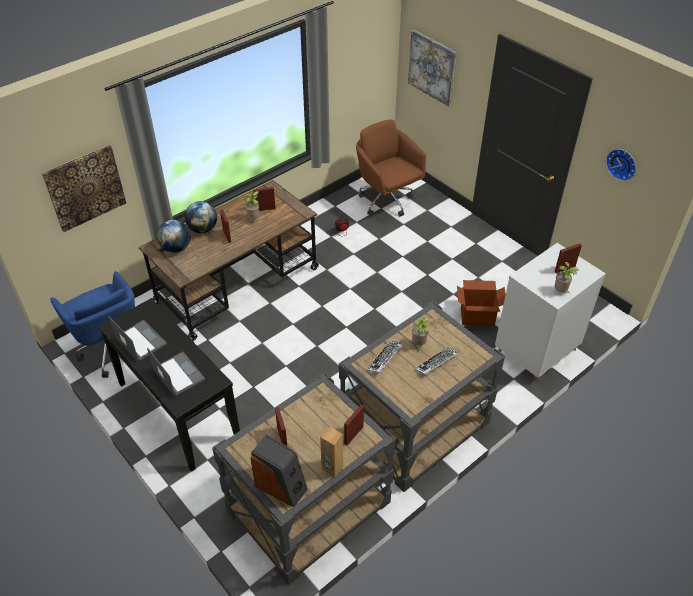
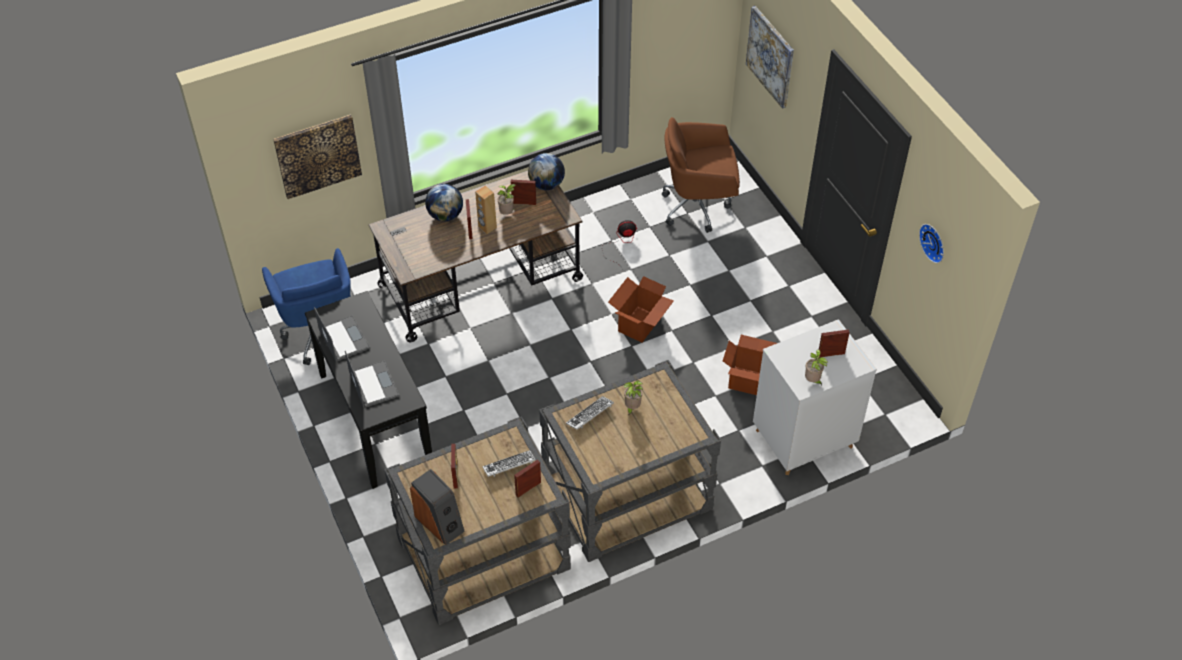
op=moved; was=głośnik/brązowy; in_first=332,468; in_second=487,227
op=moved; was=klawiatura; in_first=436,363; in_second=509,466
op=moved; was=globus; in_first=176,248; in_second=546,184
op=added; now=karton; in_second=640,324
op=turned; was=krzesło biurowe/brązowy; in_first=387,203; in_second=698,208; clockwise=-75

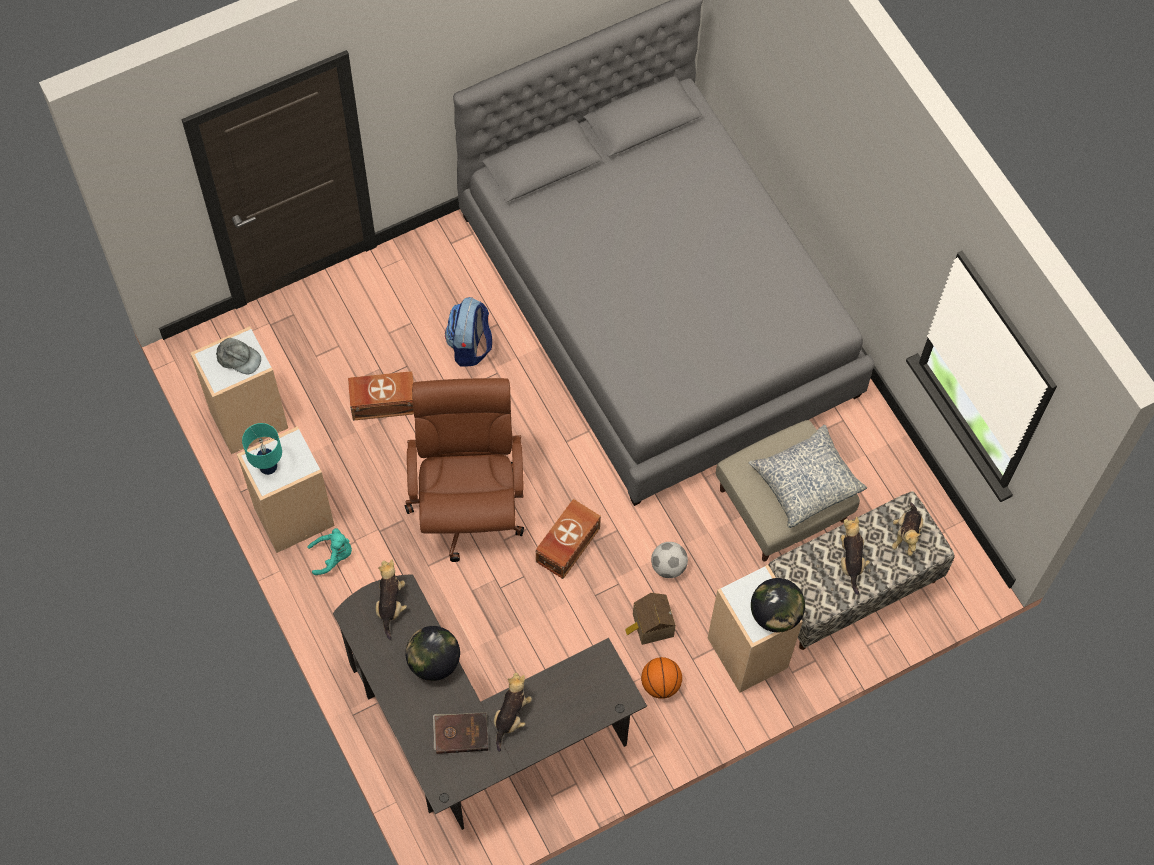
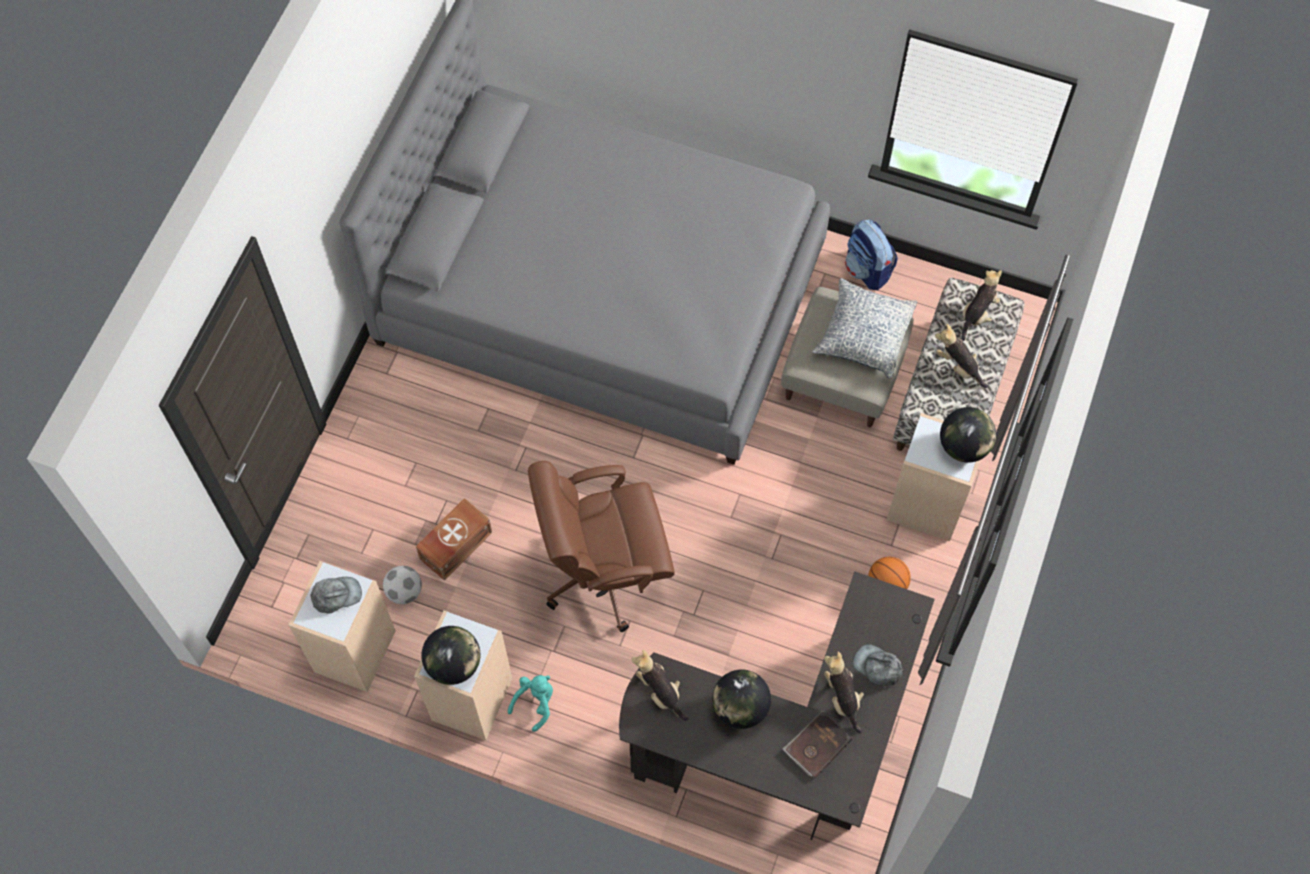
op=moved; was=piłka futbolowa; in_first=668,566; in_second=404,591
op=replaced; was=lampa stołowa/turkusowy; now=globus; in_first=269,468; in_second=454,664
op=turned; was=krzesło biurowe/brązowy; in_first=468,505; in_second=605,571; clockwise=-60
op=moved; was=plecak; in_first=470,346; in_second=867,270
op=added; now=czapka z daszkiem/szary; in_second=877,666
op=turned; was=pluszak; in_first=906,535; in_second=977,314; clockwise=-120
op=removed; was=pojemnik do przechowywania/brązowy; in_first=566,545
op=removed; was=domek; in_first=651,626

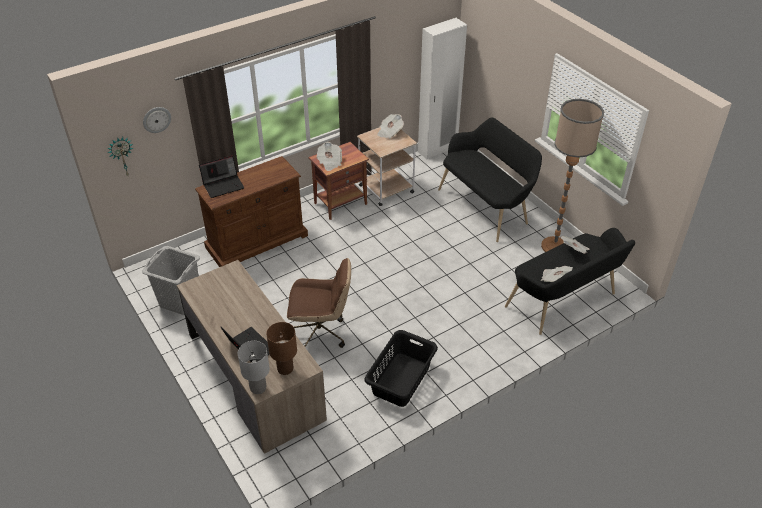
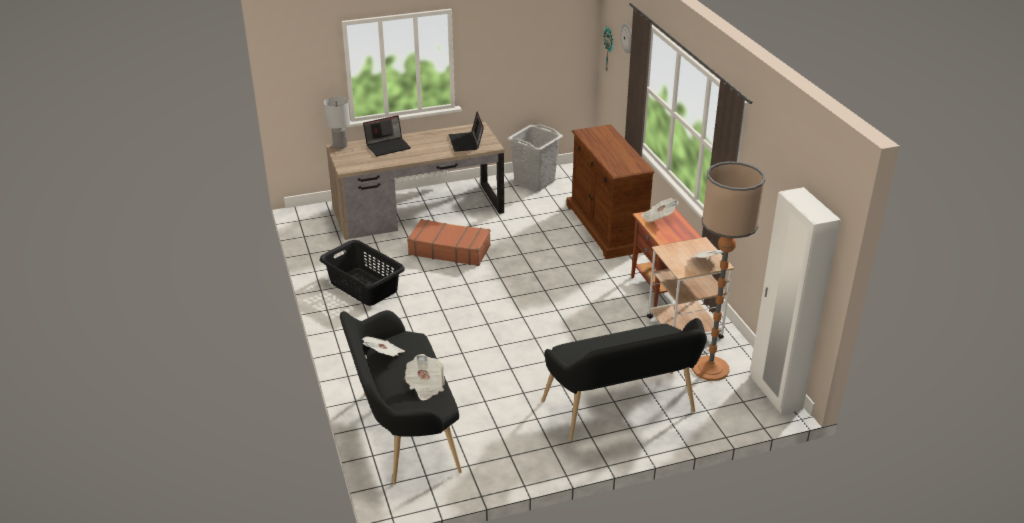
op=replaced; was=krzesło biurowe/brązowy; now=walizka/brązowy; in_first=321,334; in_second=449,250
op=moved; was=laptop; in_first=223,185; in_second=466,142
op=moved; was=lampa stojąca; in_first=555,246; in_second=710,368
op=removed; was=lampa stołowa/brązowy; in_first=285,370

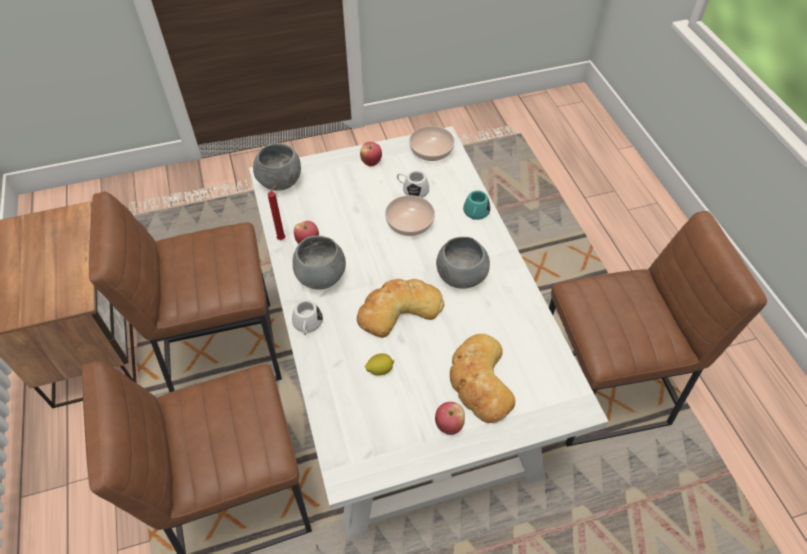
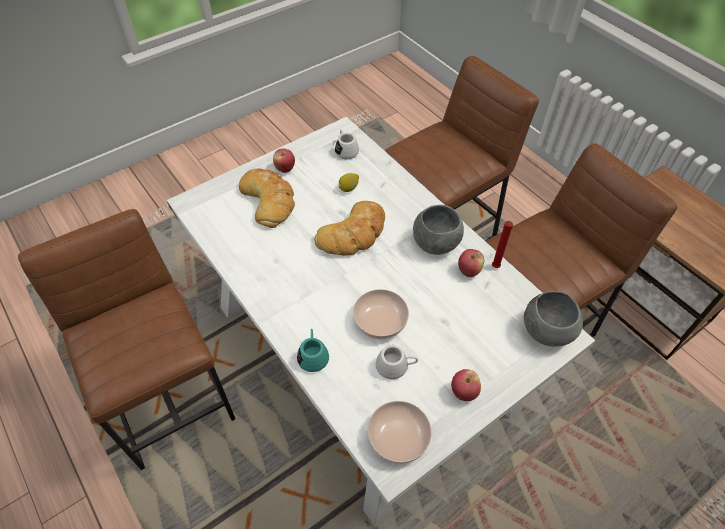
op=turned; was=krzesło/brązowy; in_first=602,391; in_second=169,398; clockwise=90
op=moved; was=kubek/biały; in_first=307,325; in_second=345,150
op=removed; was=miska/szary; in_first=460,276

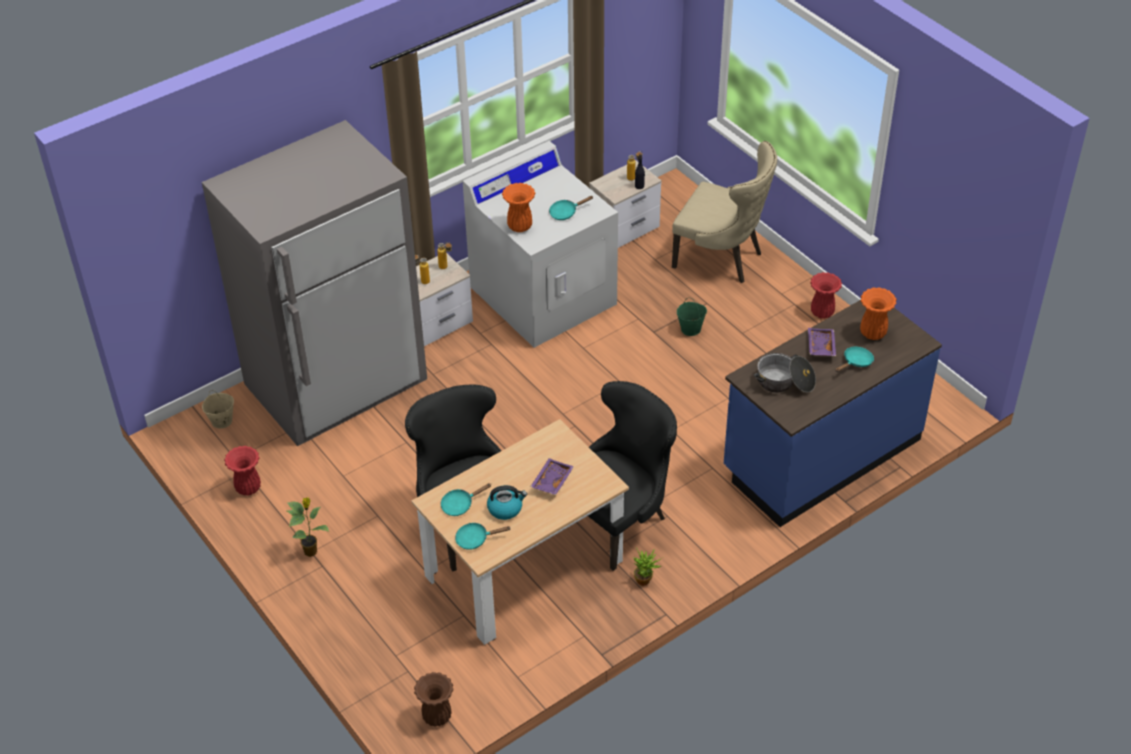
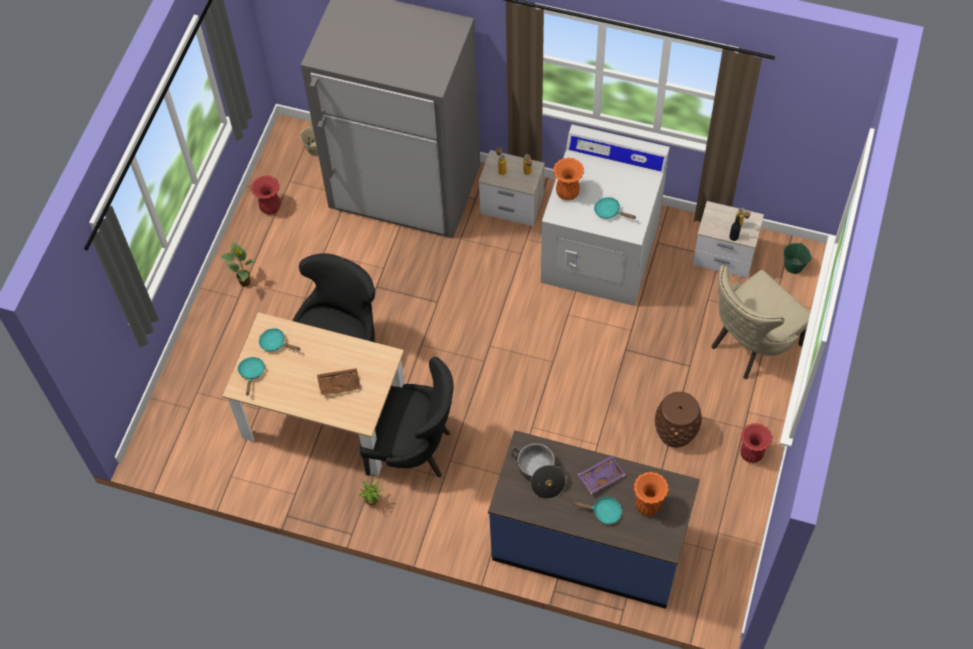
op=turned; was=patelnia/turkusowy; in_first=475,539; in_second=251,373; clockwise=45
op=recoloured; was=taca/fioletowy; now=taca/brązowy; in_first=551,481; in_second=339,383
op=added; now=stołek/brązowy; in_second=675,432
op=turned; was=krzesło/beżowy; in_first=722,258; in_second=751,344; clockwise=60
op=moved; was=wiadro/zielony; in_first=691,329; in_second=794,266
op=removed; was=wazon/brązowy; in_first=436,717
op=removed; was=czajnik; in_first=505,508

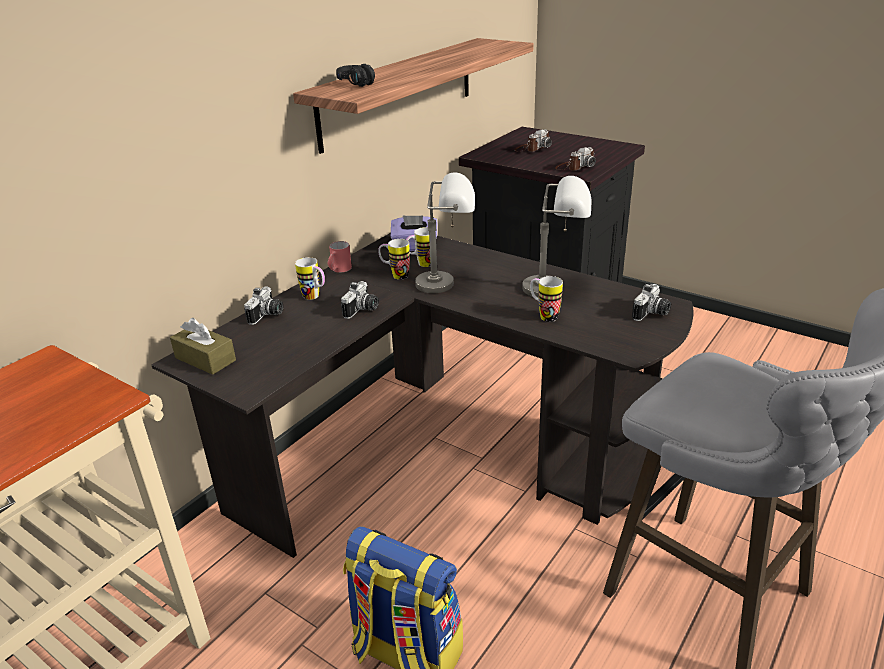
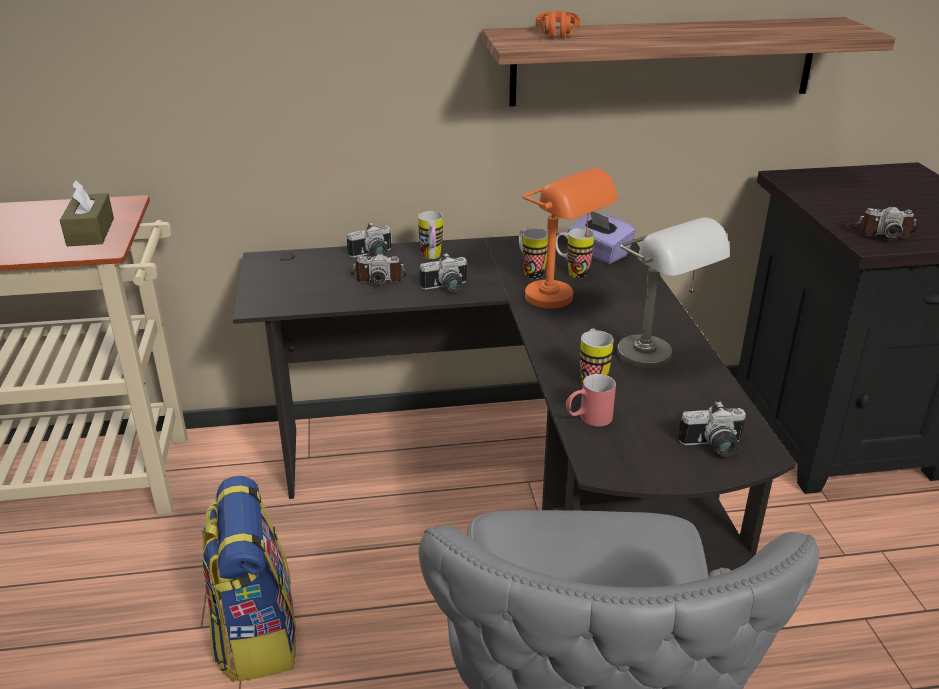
op=moved; was=pudełko chusteczek/brązowy; in_first=205,359; in_second=91,232
op=moved; was=aparat fotograficzny; in_first=532,148; in_second=378,277
op=recoloured; was=lampa stołowa/szary; now=lampa stołowa/pomarańczowy; in_first=448,283; in_second=562,302
op=recoloured; was=słuchawki/czarny; now=słuchawki/pomarańczowy; in_first=360,84; in_second=557,35
op=moved; was=kubek/czerwony; in_first=339,270; in_second=588,419

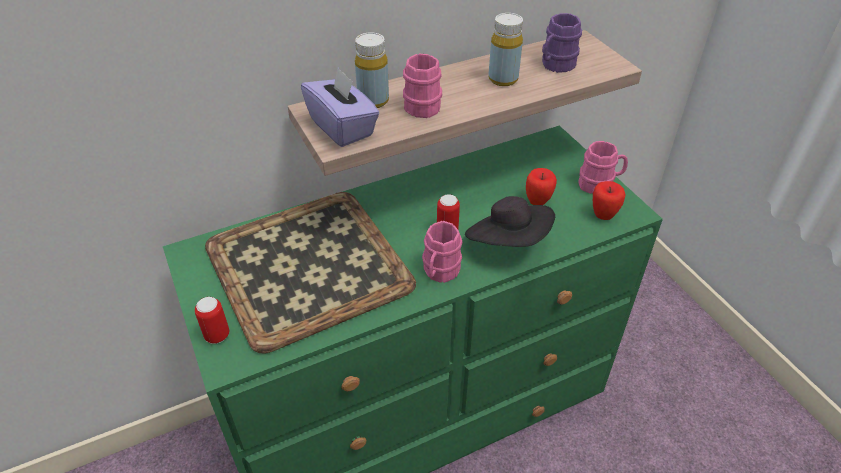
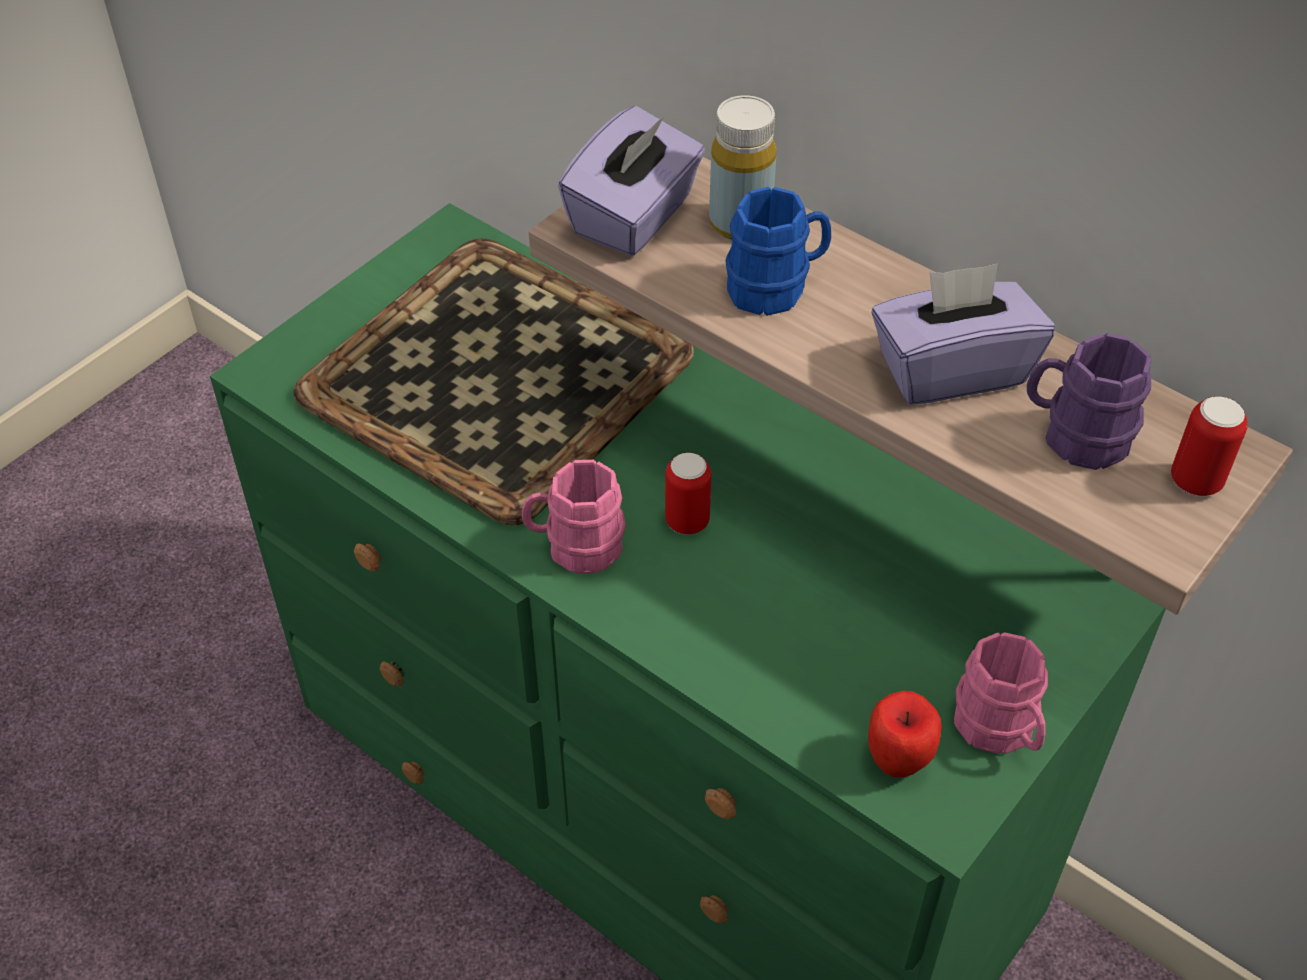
op=recoloured; was=kubek/różowy; now=kubek/niebieski; in_first=423,104; in_second=776,287
op=replaced; was=butelka/żółty; now=pudełko chusteczek/fioletowy; in_first=503,79; in_second=951,369
op=moved; was=puszka; in_first=217,335; in_second=1195,481
op=removed; was=kapelusz/czarny; in_first=508,241
op=removed; was=jabłko; in_first=538,201

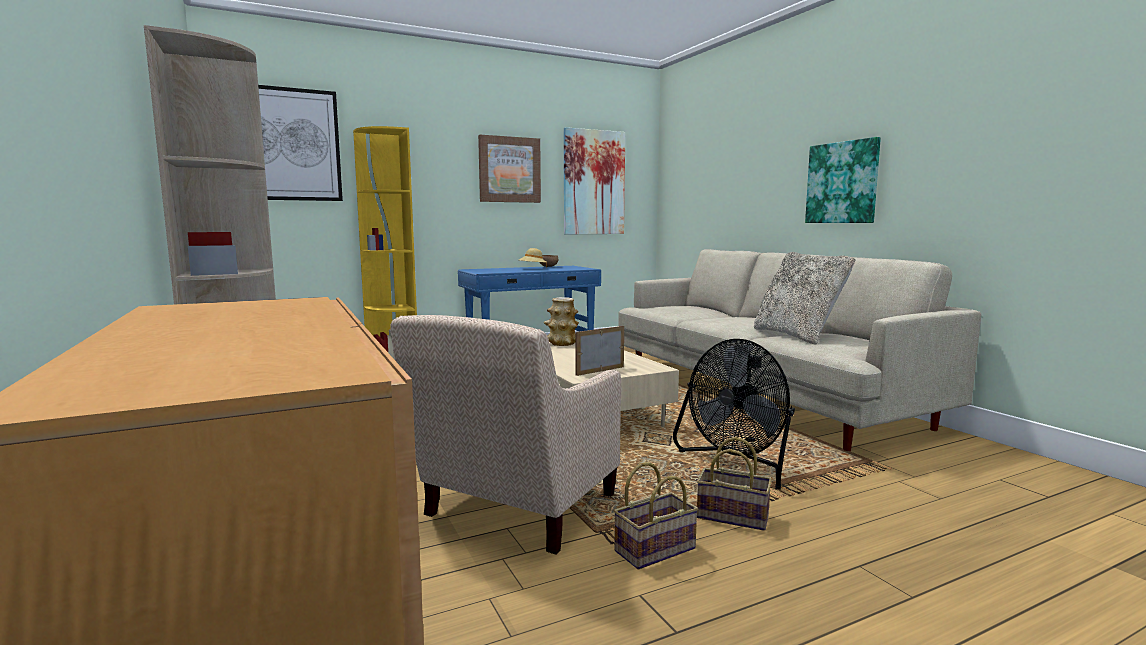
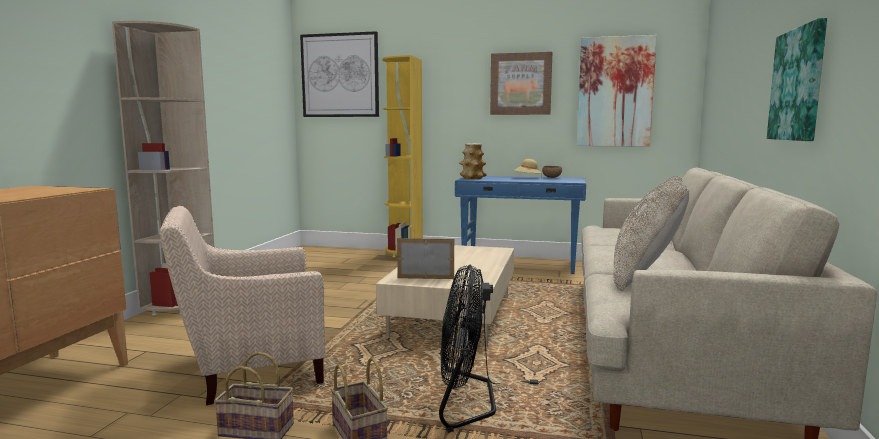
op=moved; was=wazon; in_first=562,343; in_second=472,178

